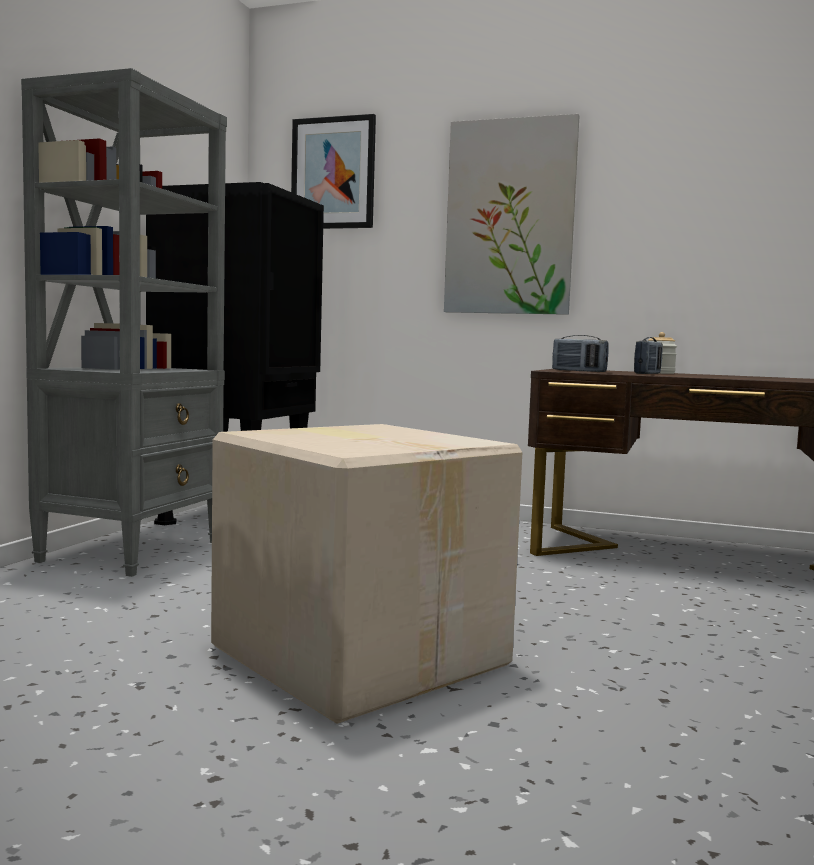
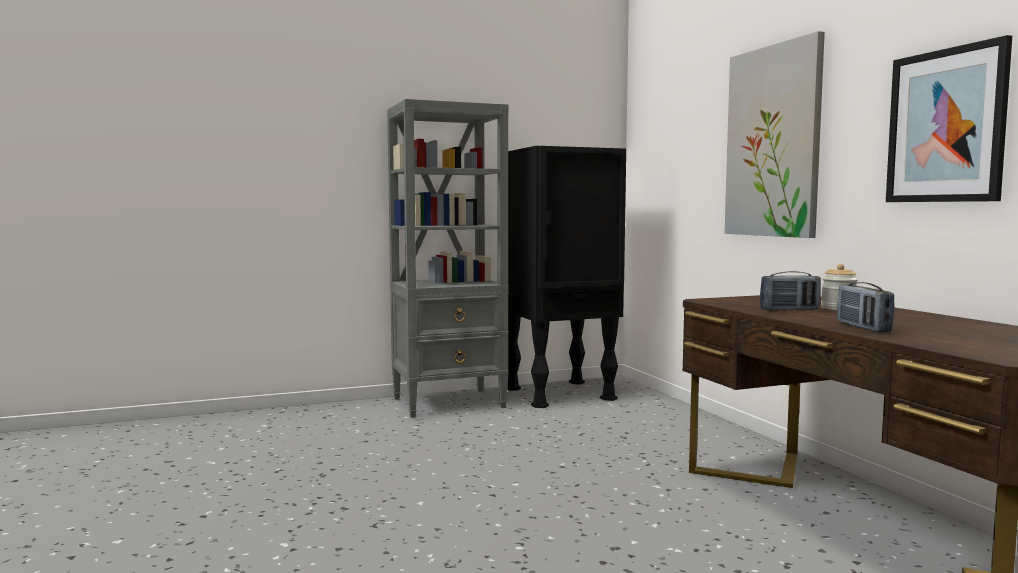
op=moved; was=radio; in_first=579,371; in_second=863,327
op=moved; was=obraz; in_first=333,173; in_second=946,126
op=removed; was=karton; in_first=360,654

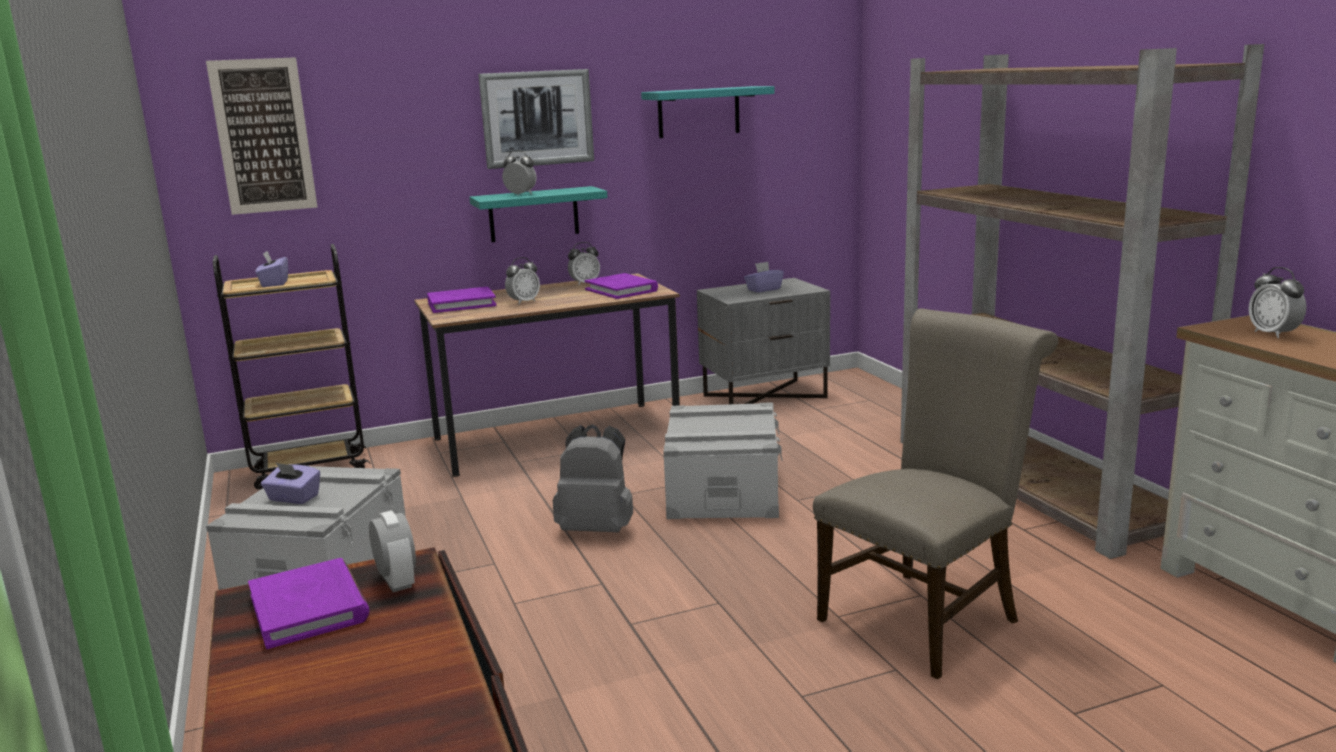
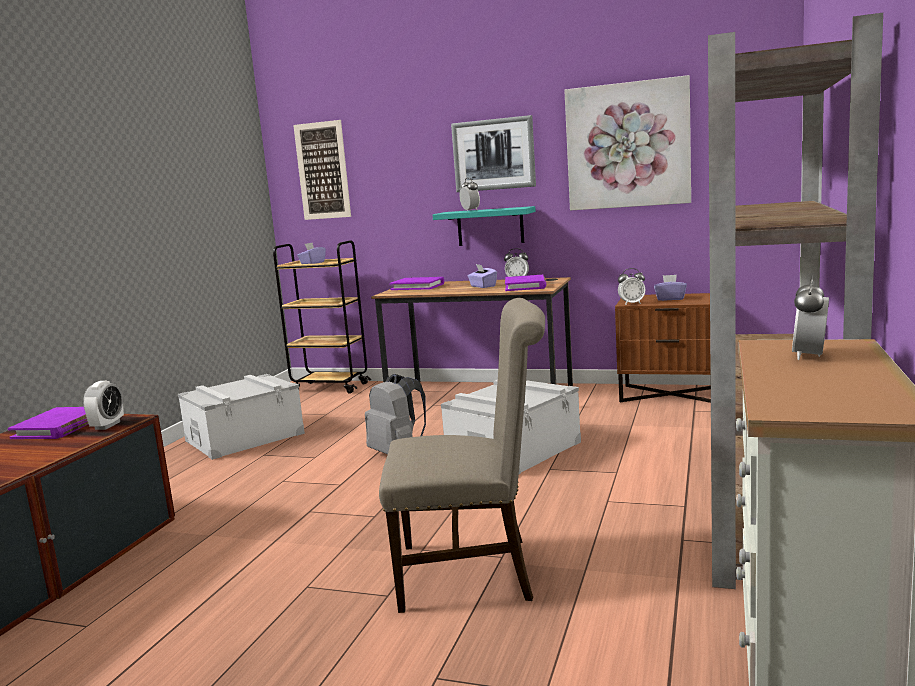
op=moved; was=pudełko chusteczek/fioletowy; in_first=293,498; in_second=482,286
op=replaced; was=półka/turkusowy; now=obraz; in_first=698,112; in_second=627,145
op=recoloured; was=szafka nocna/szary; now=szafka nocna/brązowy; in_first=764,396; in_second=671,394
op=moved; was=budzik; in_first=524,302; in_second=631,303

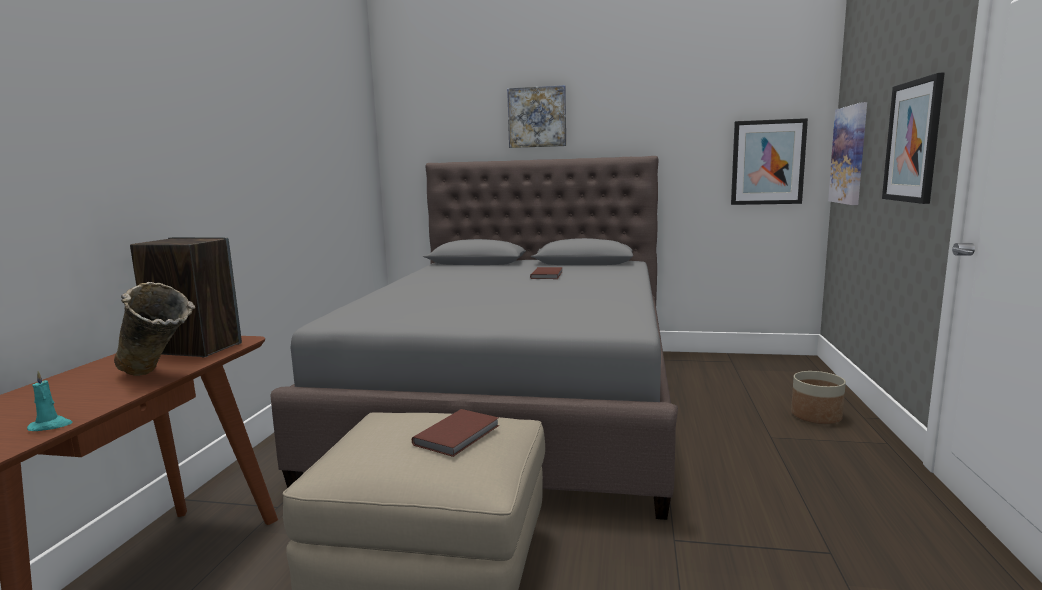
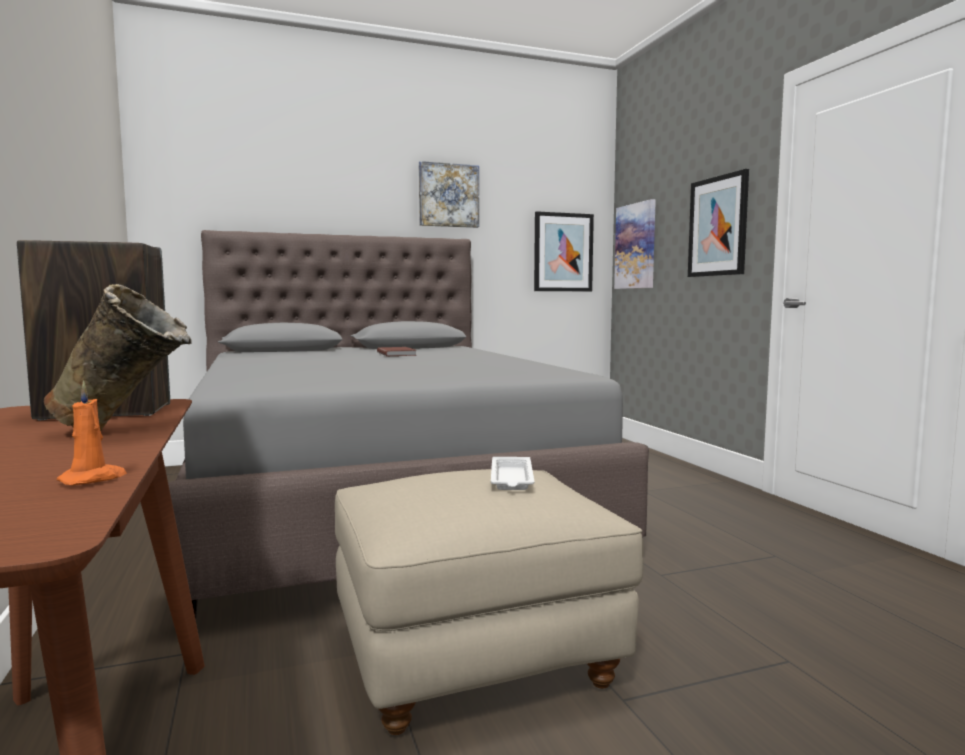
op=recoloured; was=świeca/turkusowy; now=świeca/pomarańczowy; in_first=51,426; in_second=93,479
op=moved; was=obraz; in_first=537,117; in_second=448,195
op=replaced; was=książka/brązowy; now=taca/biały; in_first=459,435; in_second=511,479
op=removed; was=donica; in_first=816,416

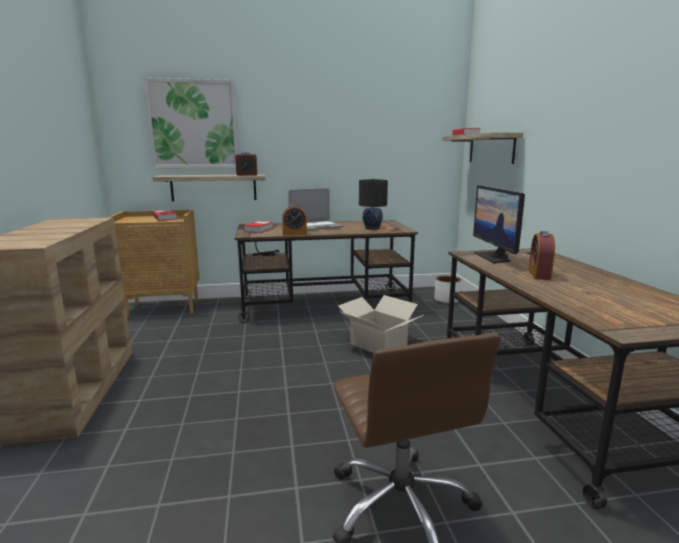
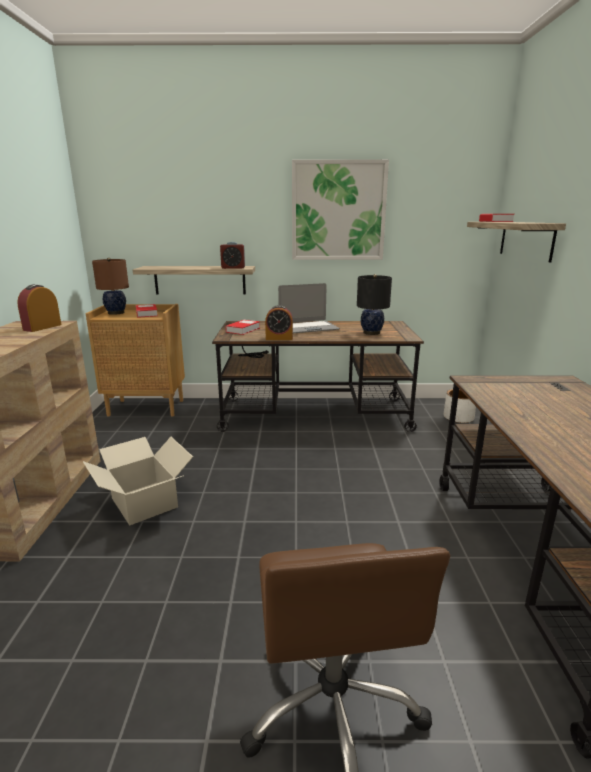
op=moved; was=budzik; in_first=539,274; in_second=42,327
op=moved; was=karton; in_first=378,344; in_second=143,503
op=added; now=lampa stołowa/brązowy; in_second=116,313
op=moved; was=obraz; in_first=193,124; in_second=338,211
op=removed; was=monitor; in_first=494,257

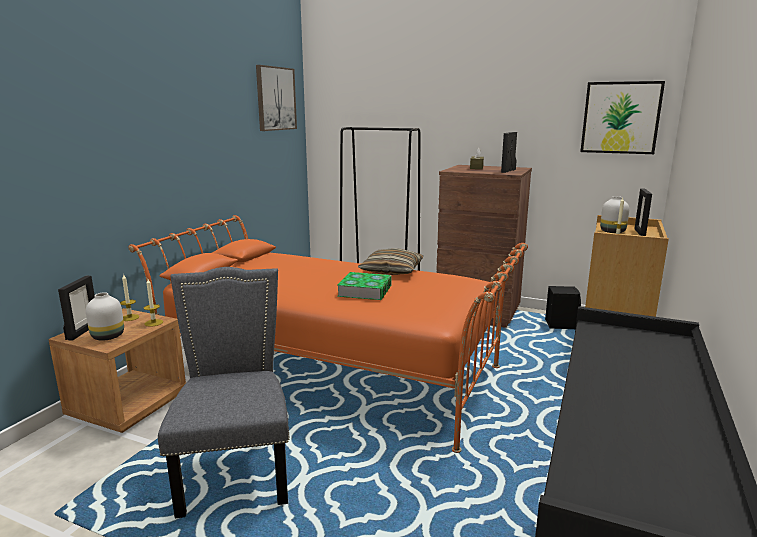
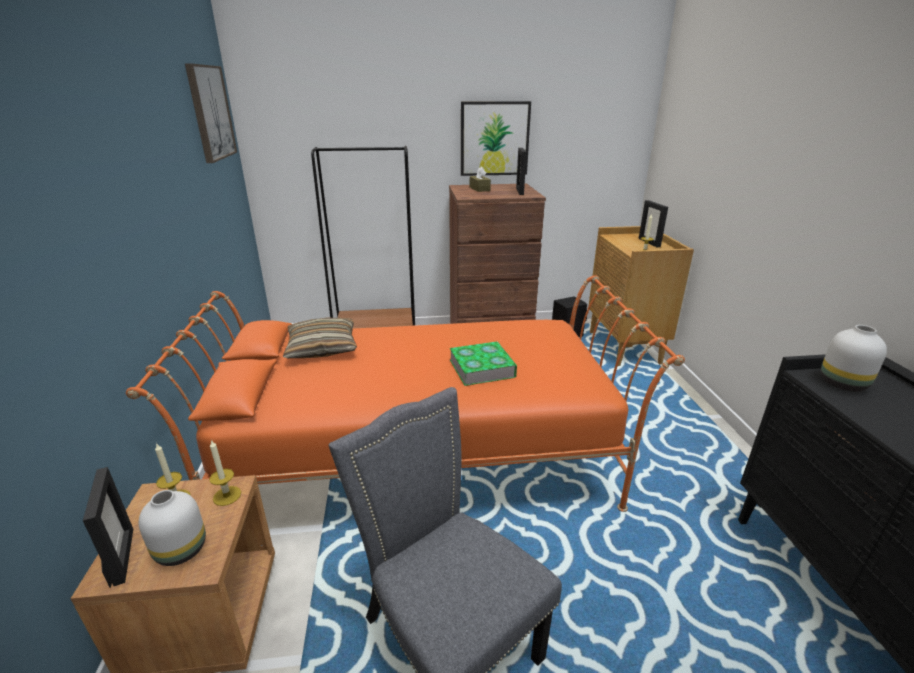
op=moved; was=poduszka; in_first=392,270; in_second=322,347
op=moved; was=obraz; in_first=620,118; in_second=494,139
op=moved; was=wazon/biały; in_first=611,232; in_second=842,384

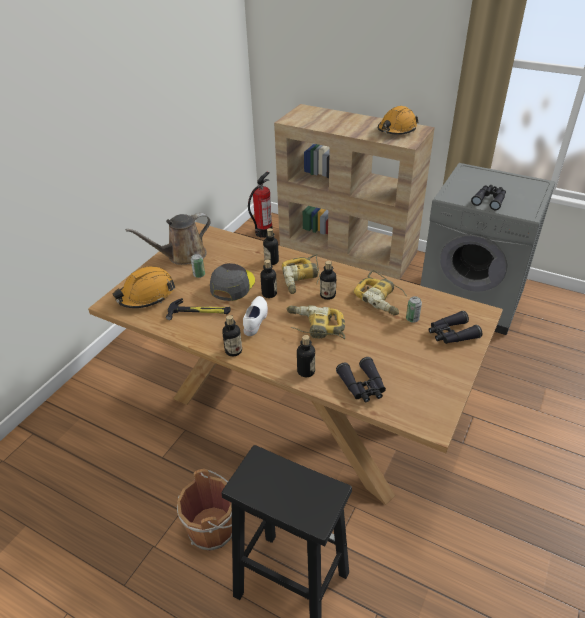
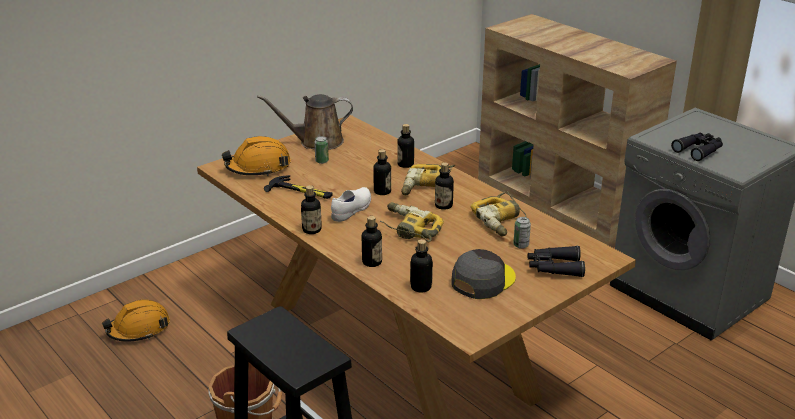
op=moved; was=kask/pomarańczowy; in_first=396,130; in_second=139,329
op=replaced; was=lornetka/czarny; now=butelka; in_first=363,386; in_second=421,287
op=moved; was=czapka z daszkiem/szary; in_first=232,285; in_second=482,280
op=removed; was=gaśnica; in_first=263,232

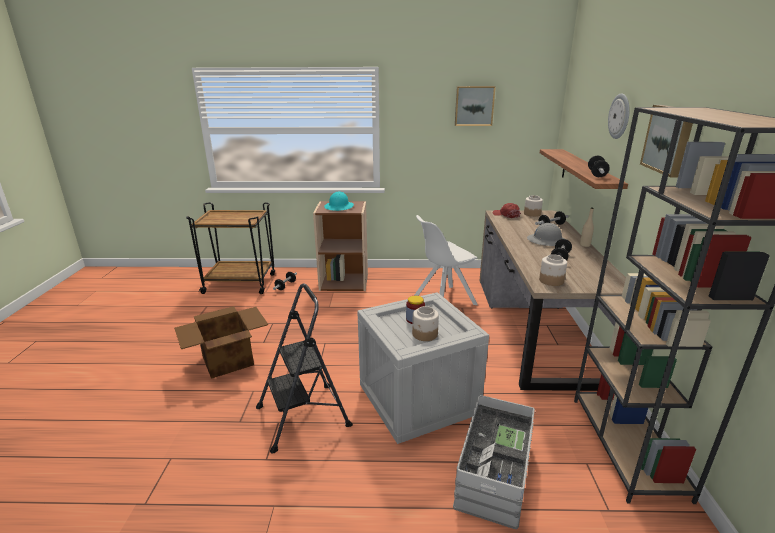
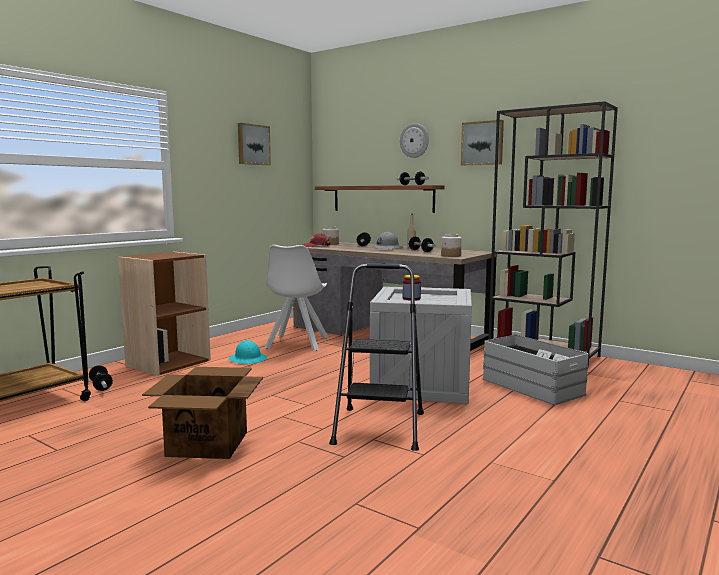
op=moved; was=kask/turkusowy; in_first=339,207; in_second=248,359
op=removed; was=słoik; in_first=425,334

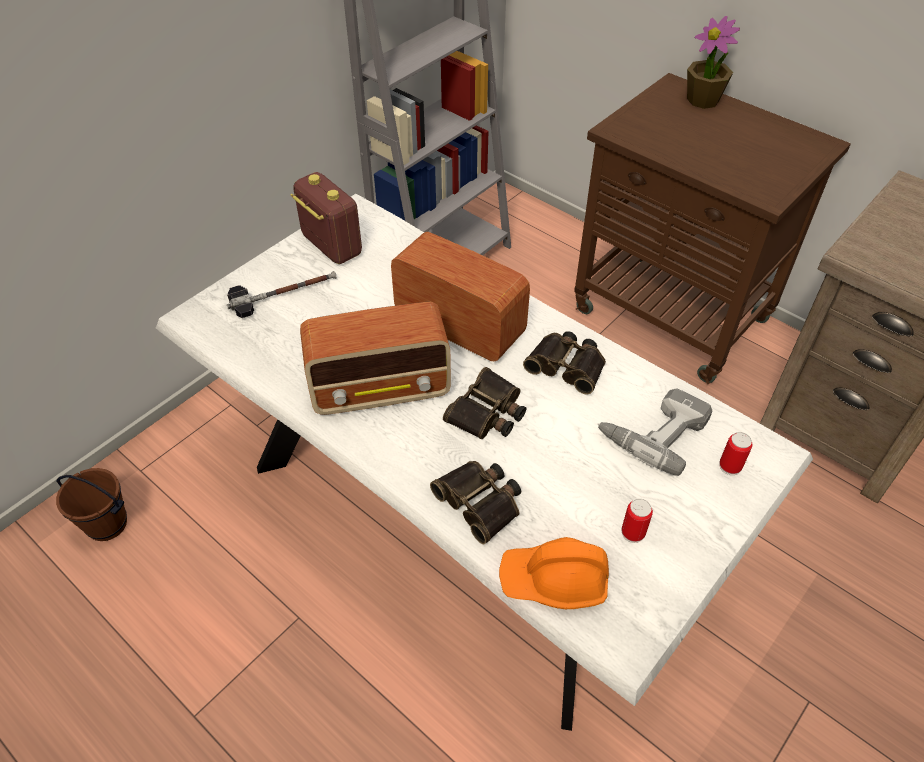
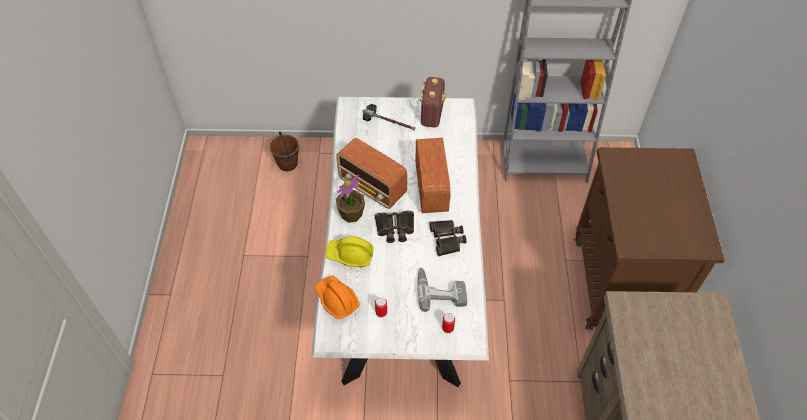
op=replaced; was=lornetka; now=kask/żółty; in_first=481,502; in_second=350,255
op=moved; was=roślina doniczkowa; in_first=703,100; in_second=351,214

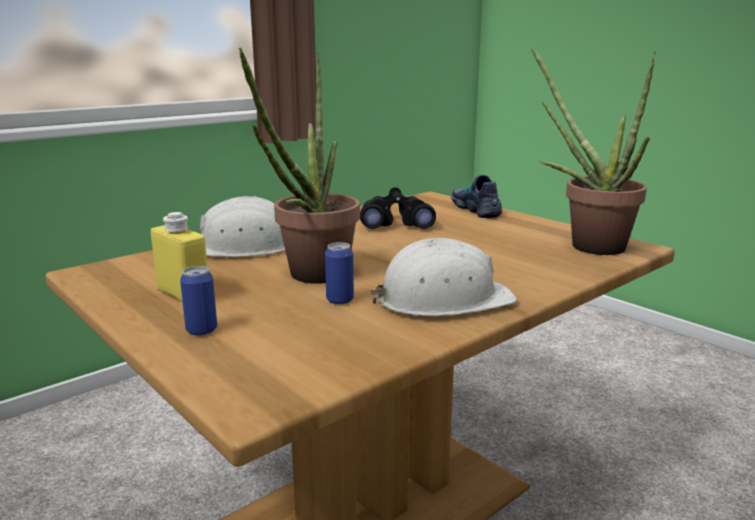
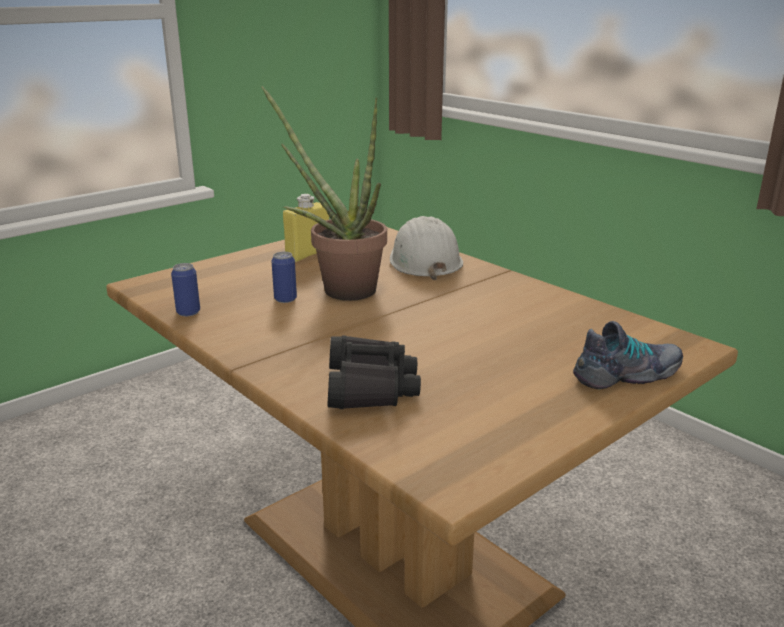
op=moved; was=puszka; in_first=201,330; in_second=188,312
op=moved; was=lornetka/czarny; in_first=396,223; in_second=370,387
op=removed; was=kask/biały; in_first=443,299
op=removed; was=roślina doniczkowa; in_first=586,244

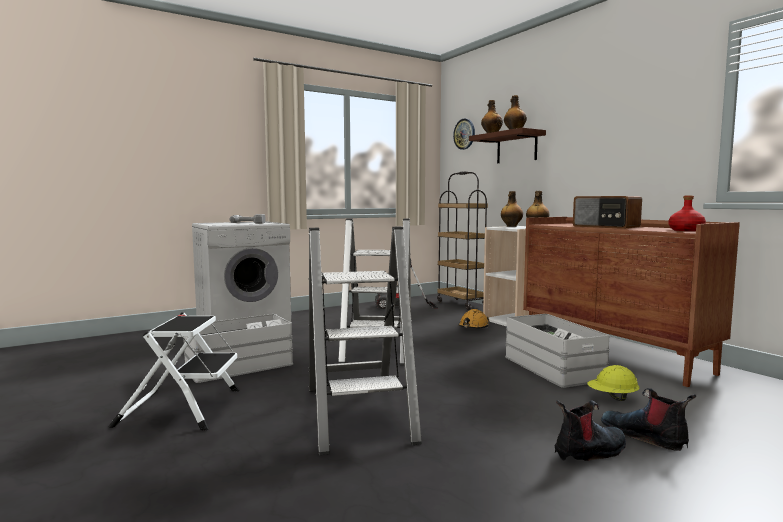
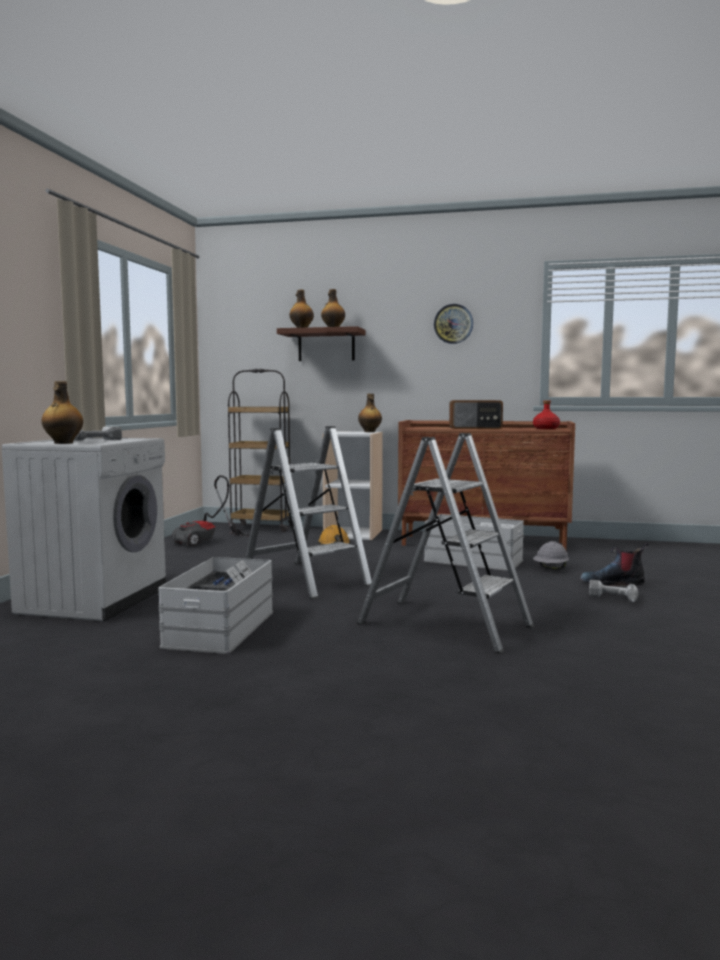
op=moved; was=butelka; in_first=511,226; in_second=63,443
op=moved; was=zegar ścienny; in_first=464,134; in_second=453,324
op=recoloured; was=kask/żółty; now=kask/szary; in_first=612,398; in_second=550,569
op=replaced; was=but z cholewką; now=wiertarka; in_first=590,451; in_second=613,598
op=removed; was=drabinka; in_first=181,408

